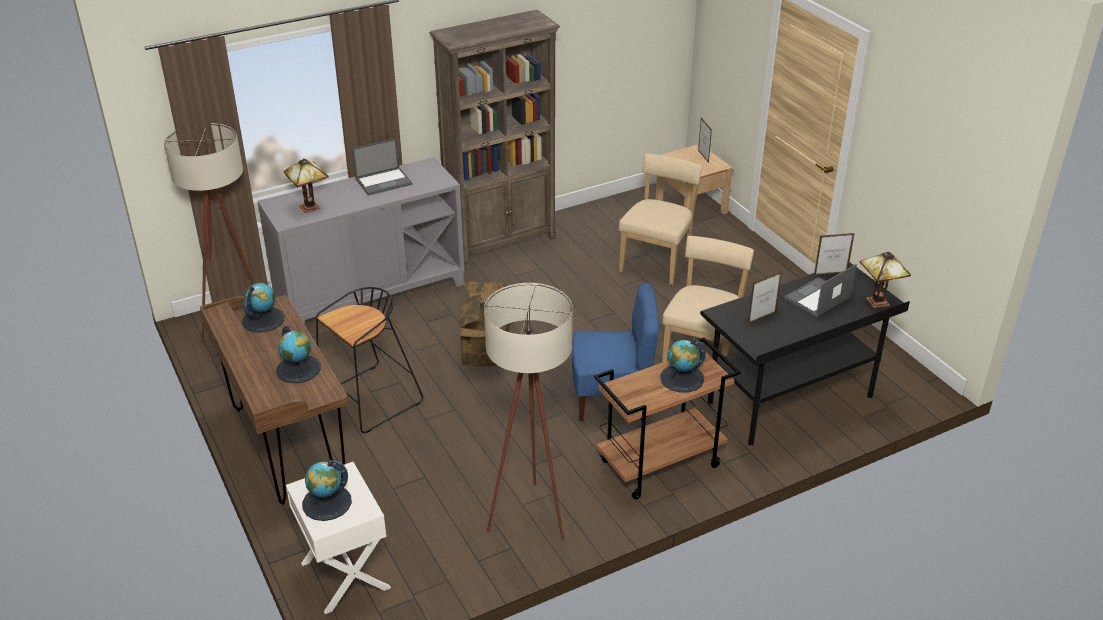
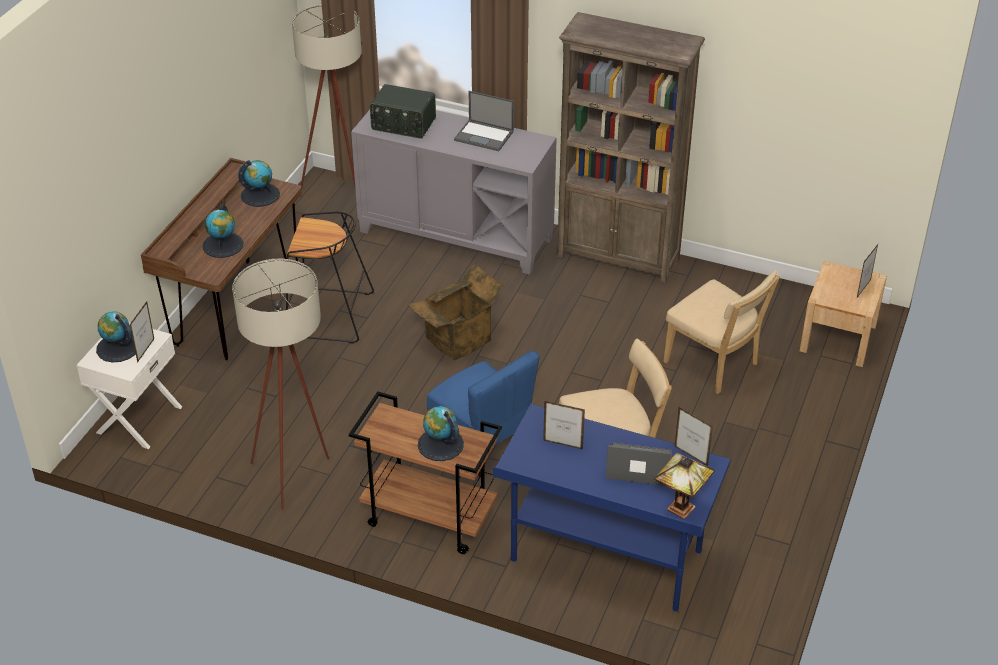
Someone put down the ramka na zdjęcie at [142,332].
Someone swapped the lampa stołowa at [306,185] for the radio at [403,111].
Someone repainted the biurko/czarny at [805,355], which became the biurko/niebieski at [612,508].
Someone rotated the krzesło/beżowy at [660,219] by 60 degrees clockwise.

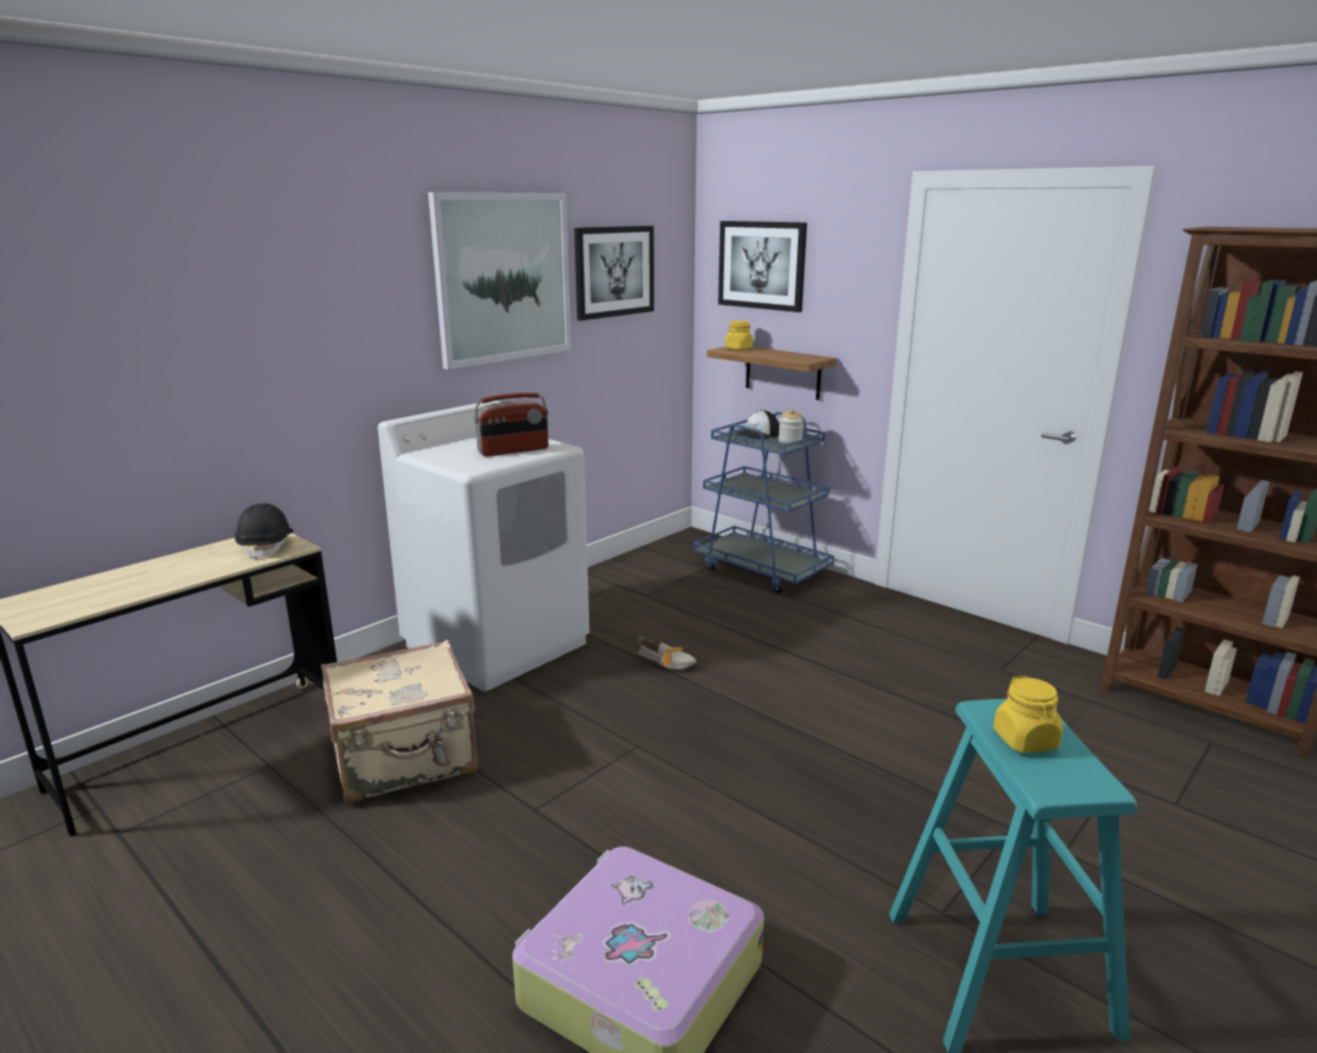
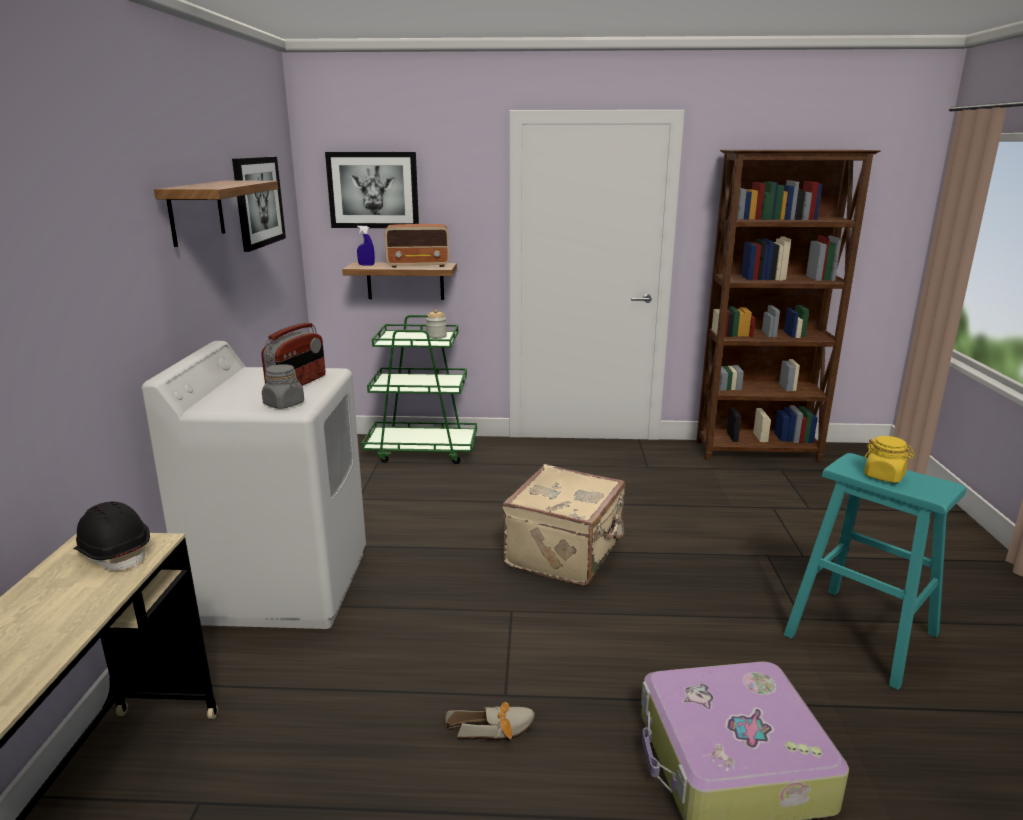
Someone swapped the obraz at [499,280] for the półka at [216,214].
Someone put down the słoik/szary at [283,386].
Someone swapped the słoik/żółty at [739,335] for the spryskiwacz/niebieski at [366,246].
Someone repainted the wózek/niebieski at [764,503], which became the wózek/zielony at [419,389].
Someone put down the radio at [417,246].
Someone carried the but from [667,653] to [490,721].
Someone carried the walizka/beżowy from [399,721] to [563,525].
Someone took away the czapka z daszkiem at [757,425].

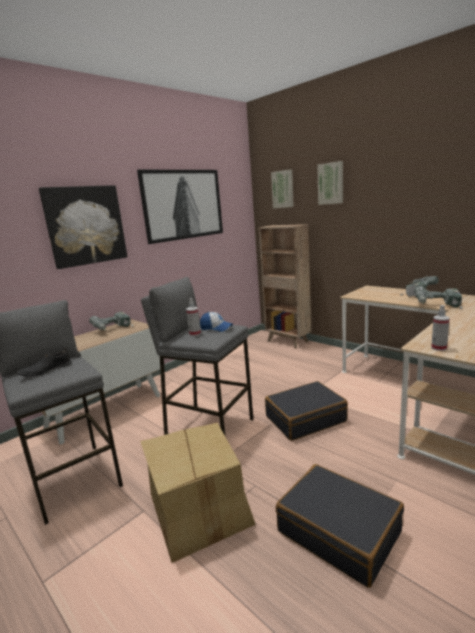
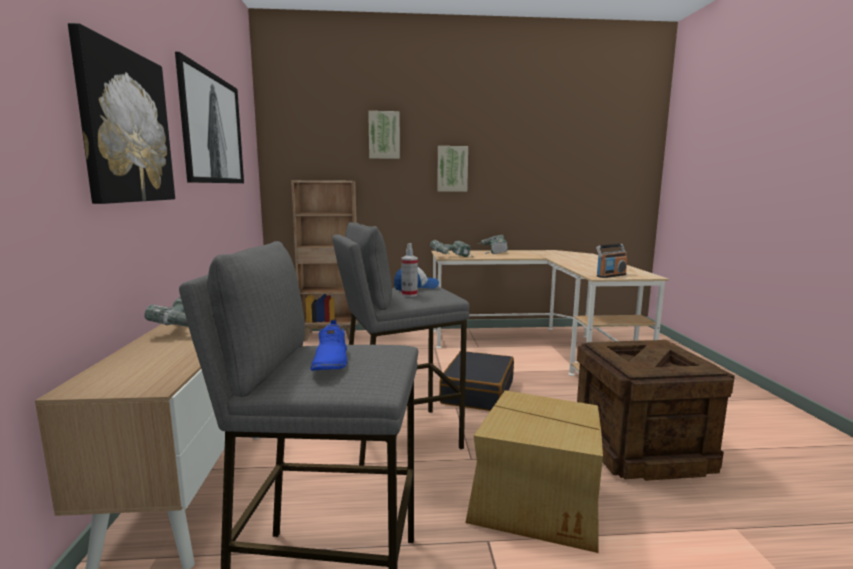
Someone repainted the but/czarny at [44,362], which became the but/niebieski at [328,345].
Someone carried the wiertarka from [438,297] to [451,248].
Someone carried the obraz from [282,188] to [452,169].
Someone swapped the walizka/czarny at [340,526] for the skrzynka at [656,410].
Someone swapped the spryskiwacz at [440,328] for the radio at [611,261].

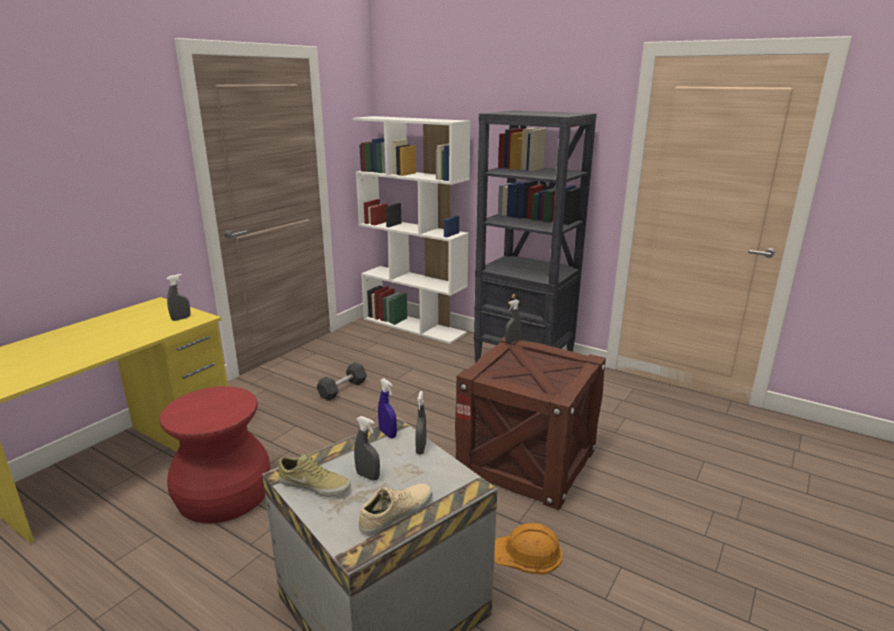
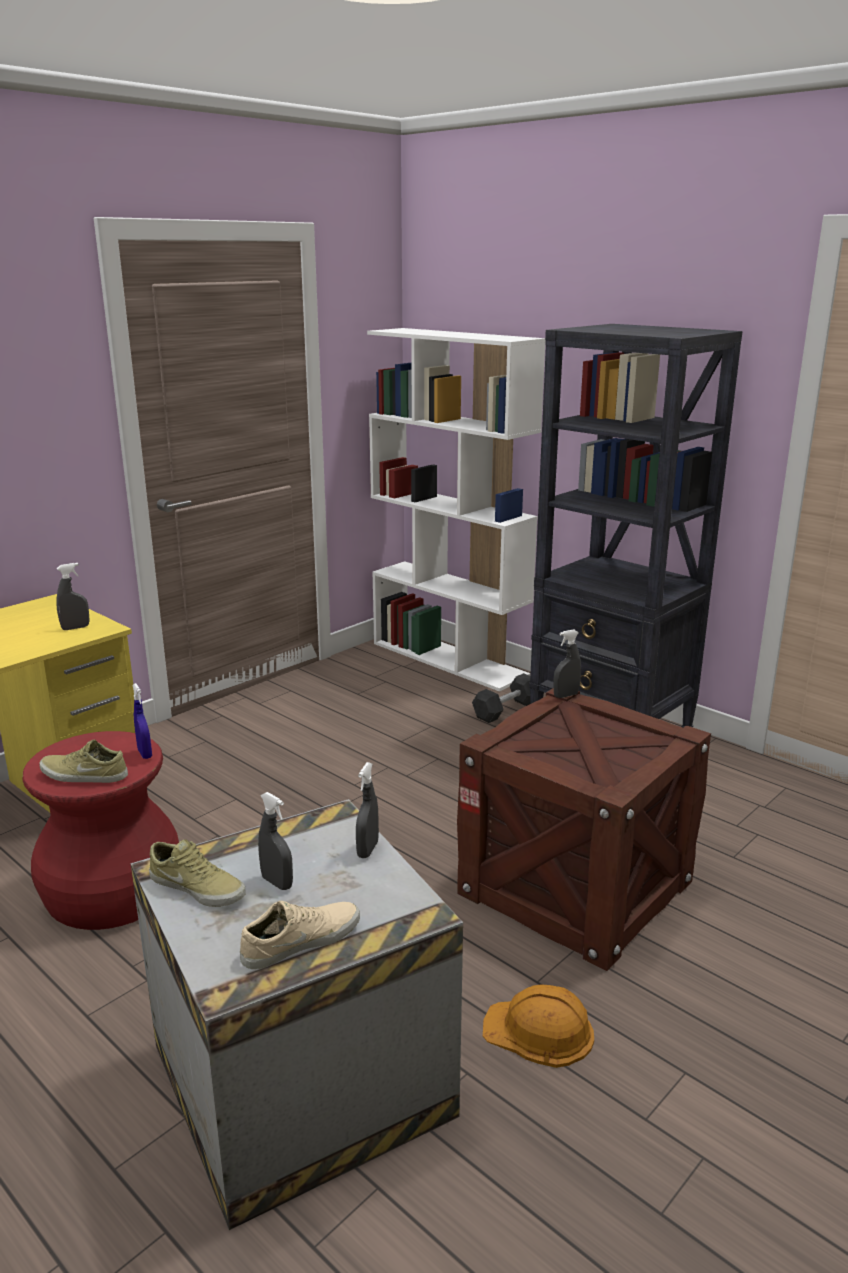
Someone put down the but/beżowy at [84,761].
Someone carried the spryskiwacz/niebieski from [387,408] to [142,721].
Someone carried the hantel/czarny from [342,381] to [501,698].

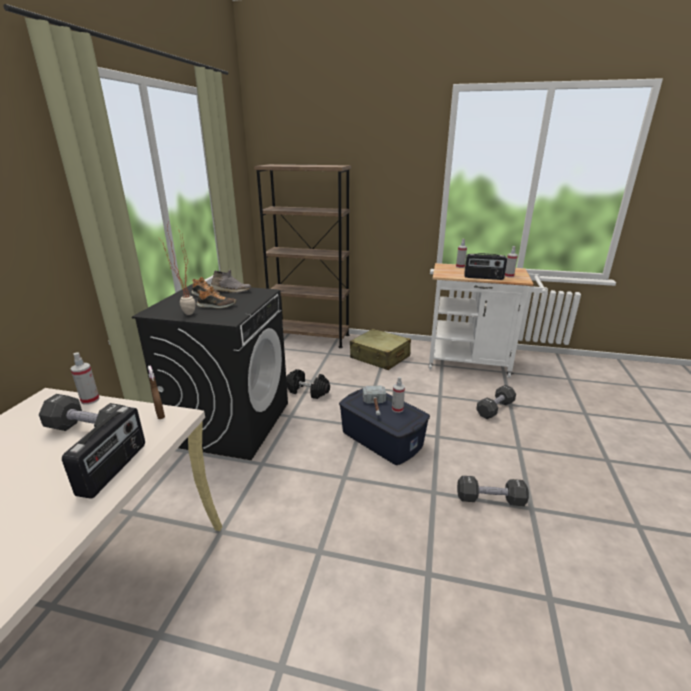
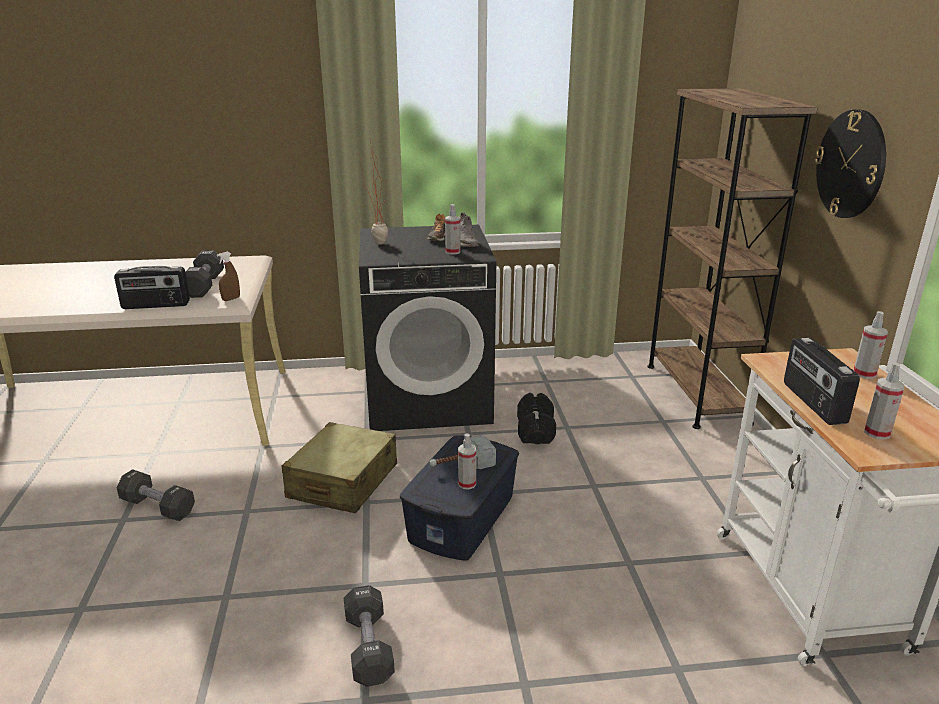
Someone carried the hantel/czarny from [496,402] to [156,495].
Someone carried the walizka/beżowy from [380,349] to [339,467].
Someone carried the spryskiwacz from [85,378] to [453,229].
Someone put up the zegar ścienny at [850,163].
Someone took away the but at [216,297].

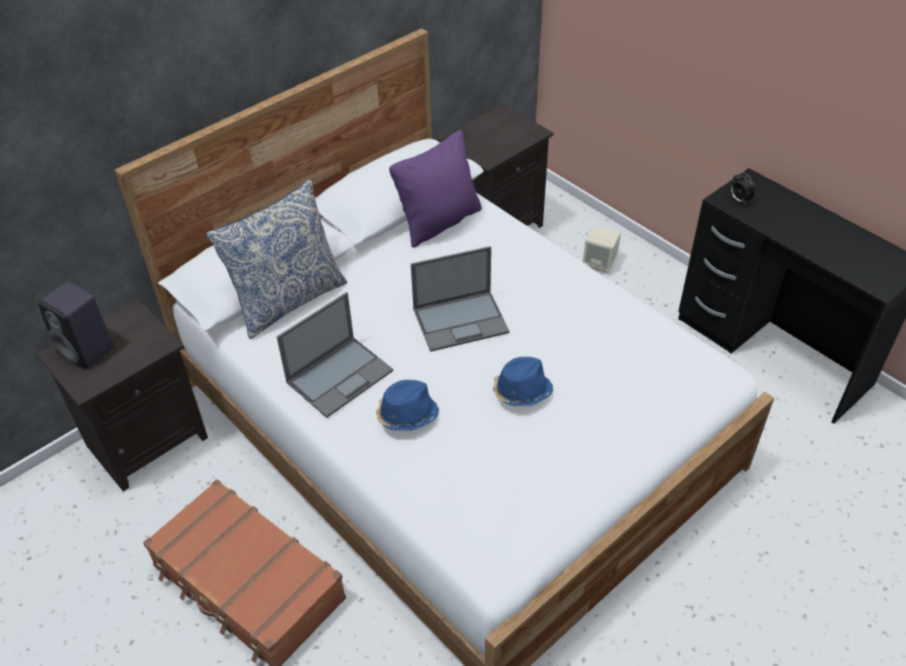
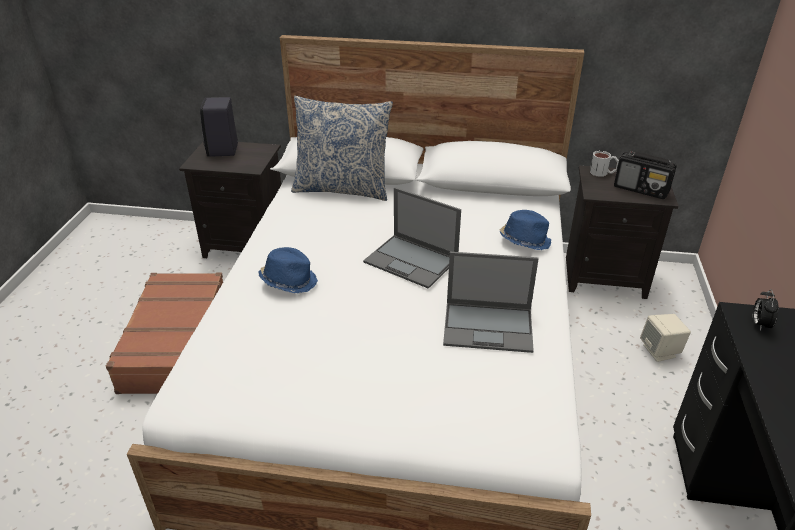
Someone carried the laptop from [334,355] to [491,302].
Someone carried the kapelusz/niebieski from [523,381] to [525,230].
Someone put down the kubek at [604,164].
Someone put down the radio at [645,175].
Someone took away the poduszka/fioletowy at [435,189].

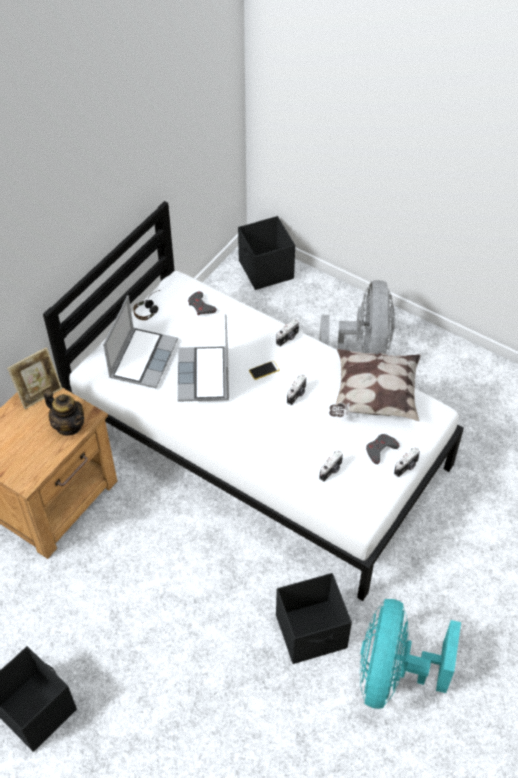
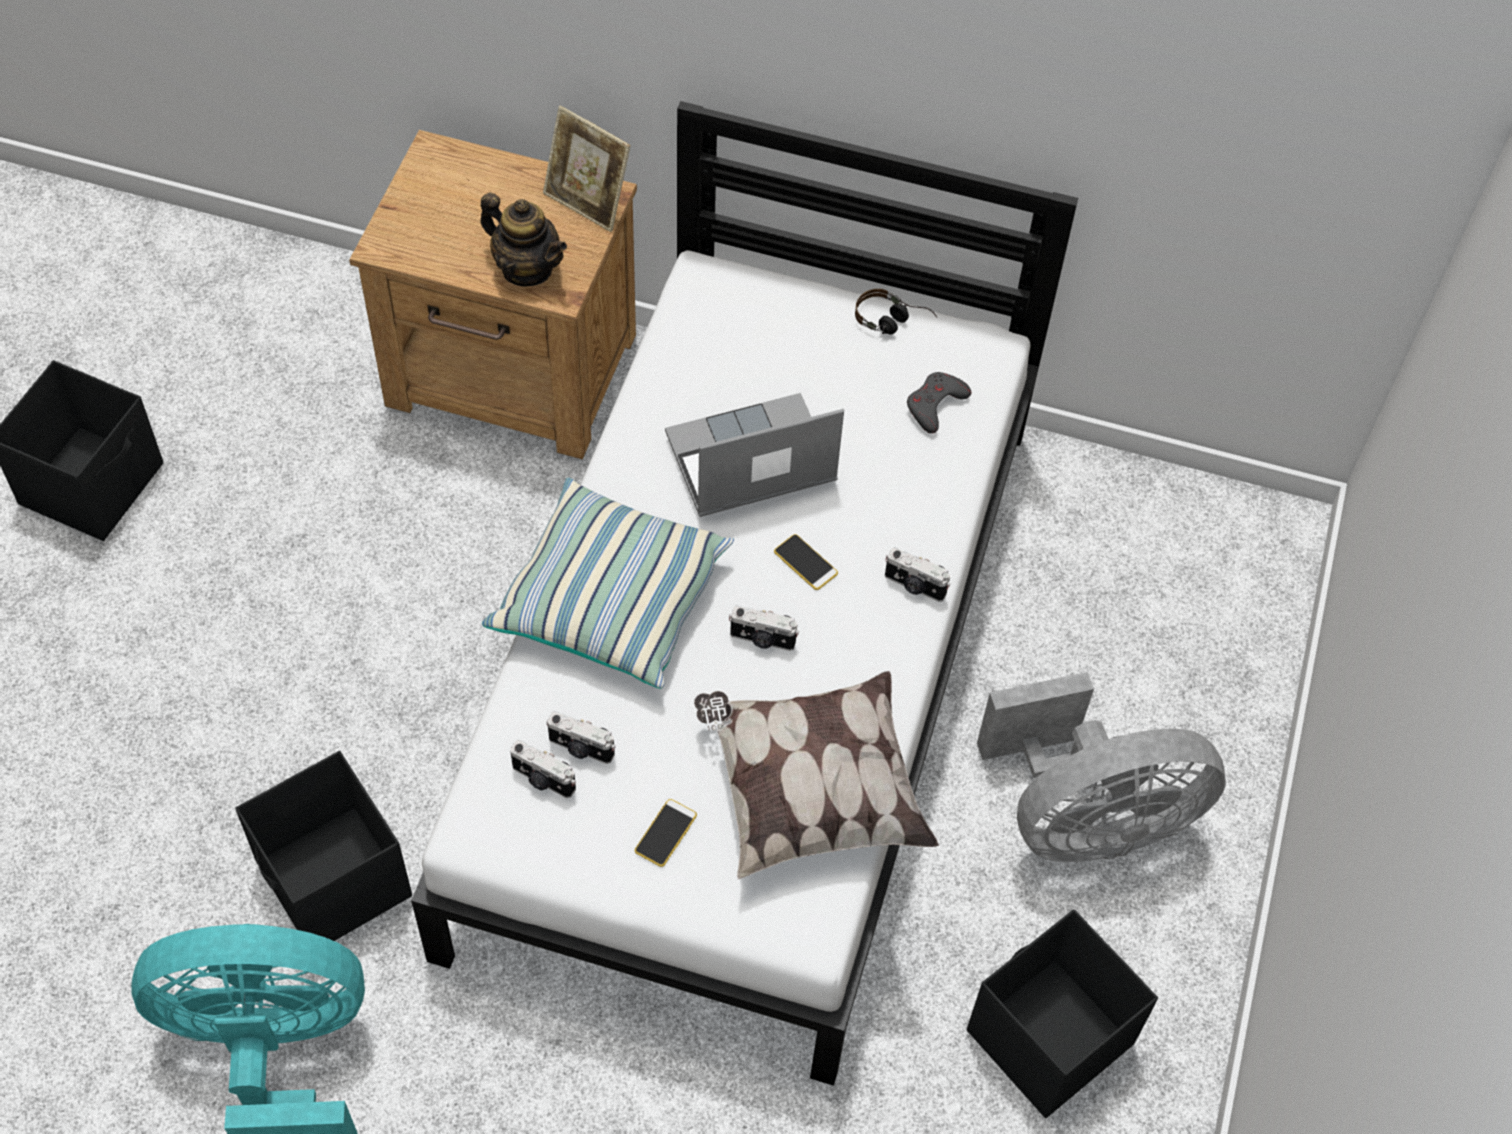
Someone rotated the imbryk at [64,413] by 75 degrees counterclockwise.
Someone put down the poduszka at [608,583].
Someone carried the aparat fotograficzny from [407,462] to [543,769].
Someone swapped the pad do gier/szary at [383,449] for the telefon at [666,833].
Someone carried the pojemnik do przechowywania/czarny from [266,253] to [1062,1013].
Someone took away the laptop at [140,341].

